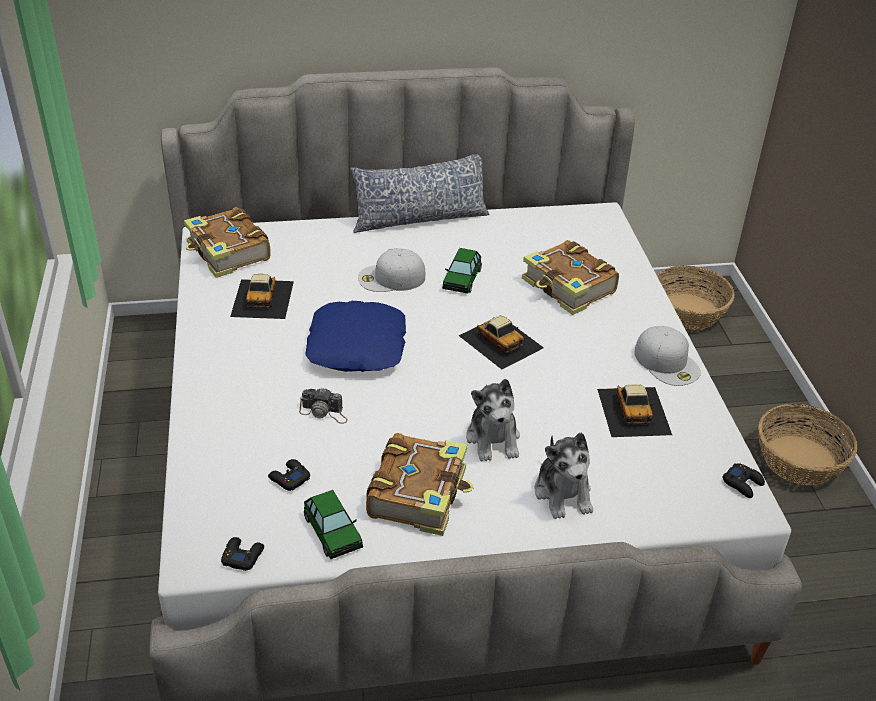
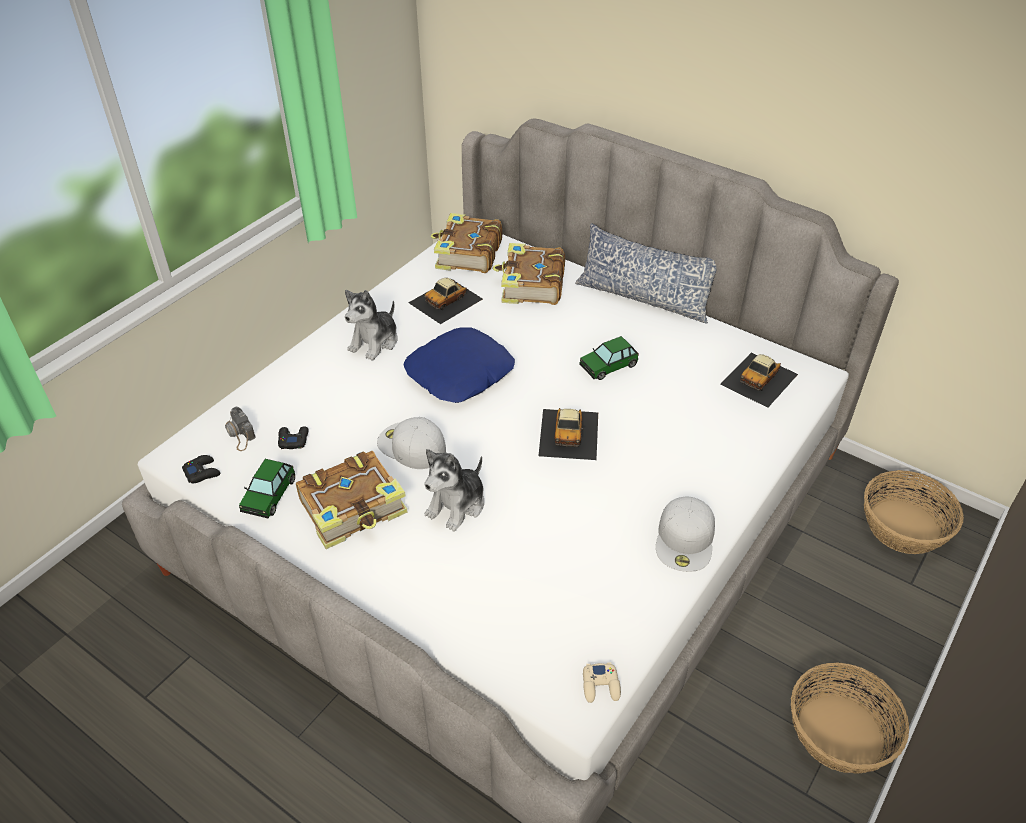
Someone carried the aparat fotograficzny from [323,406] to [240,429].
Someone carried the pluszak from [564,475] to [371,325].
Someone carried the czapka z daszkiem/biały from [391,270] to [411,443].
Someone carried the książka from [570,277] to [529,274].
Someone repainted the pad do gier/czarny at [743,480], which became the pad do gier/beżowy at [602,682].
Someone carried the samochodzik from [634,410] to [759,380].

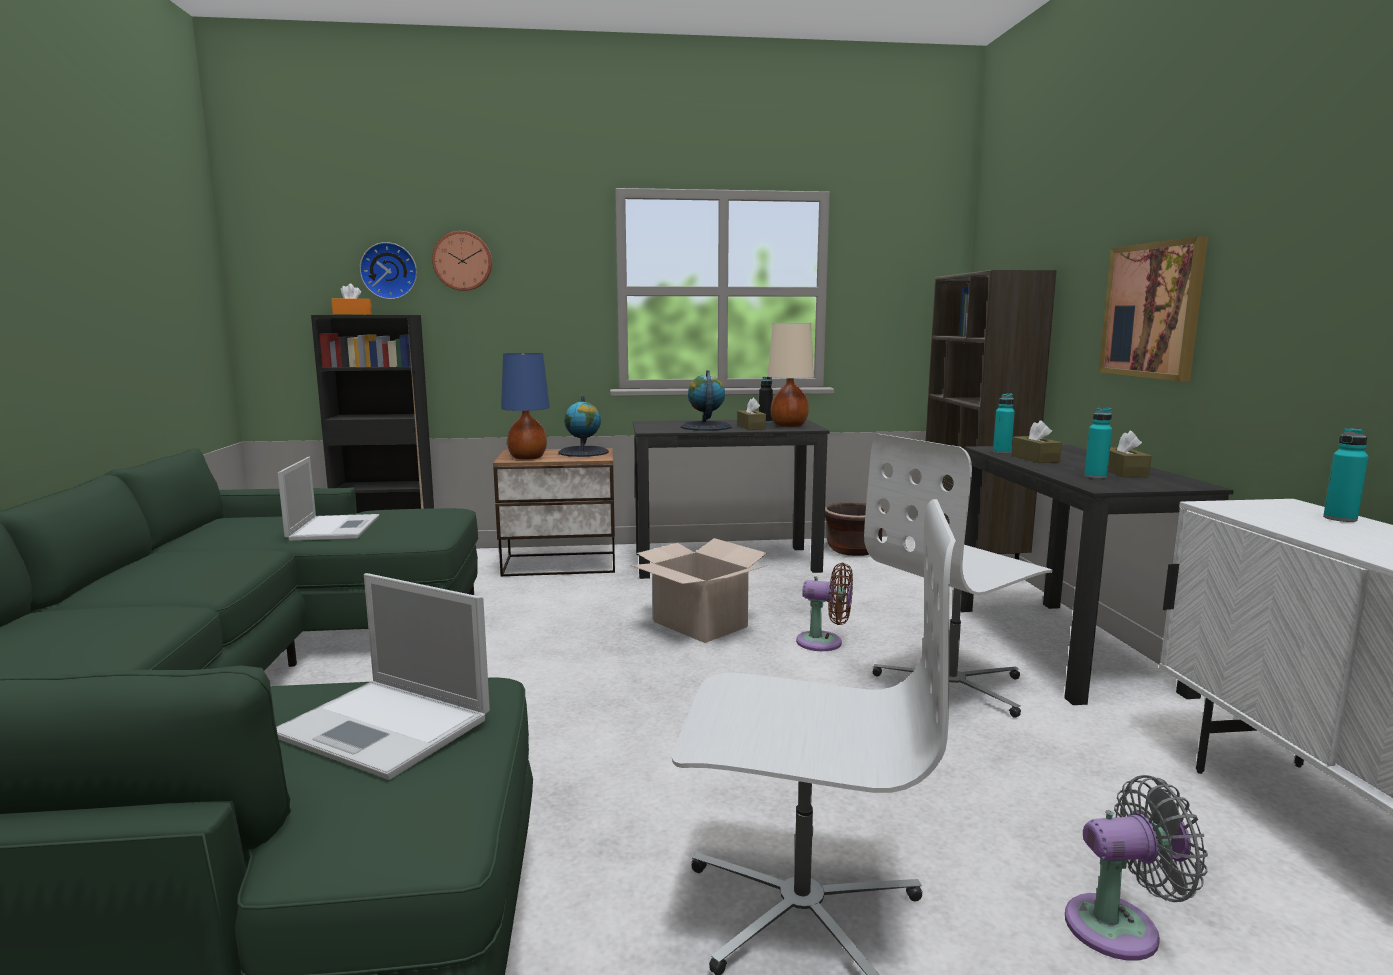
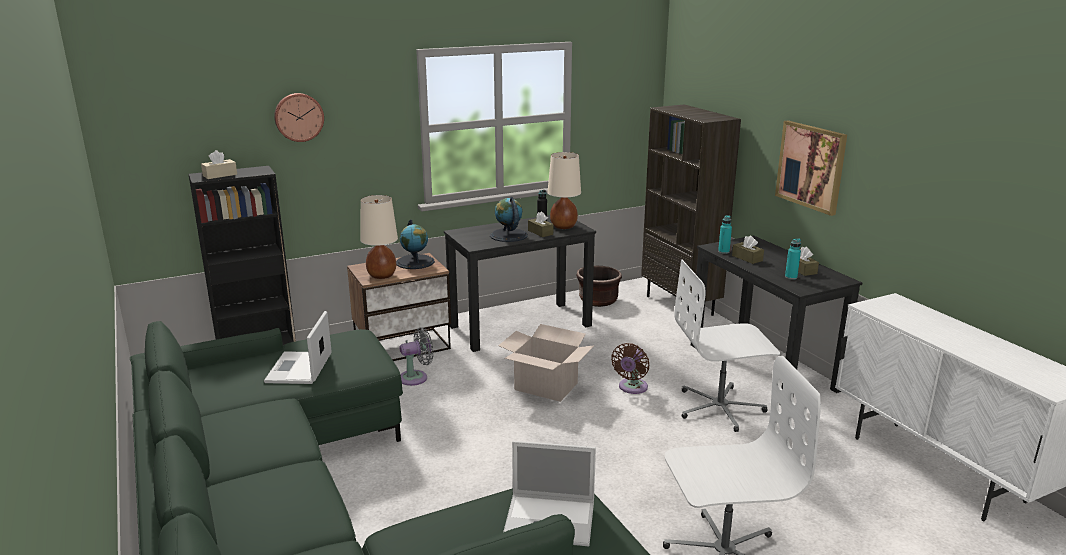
Someone repainted the pudełko chusteczek/pomarańczowy at [351,299], which became the pudełko chusteczek/beżowy at [219,164].
Someone rotated the laptop at [328,499] by 150 degrees counterclockwise.
Someone repainted the lampa stołowa/niebieski at [525,406], which became the lampa stołowa/beżowy at [379,237].
Someone carried the wentylator/szary from [1136,868] to [416,356].
Someone rotated the wentylator/brązowy at [824,607] by 120 degrees clockwise.
Someone rotated the krzesło biurowe/biały at [958,576] by 45 degrees clockwise.
Someone took away the zegar ścienny at [388,271].
Someone took away the butelka/turkusowy at [1345,475].

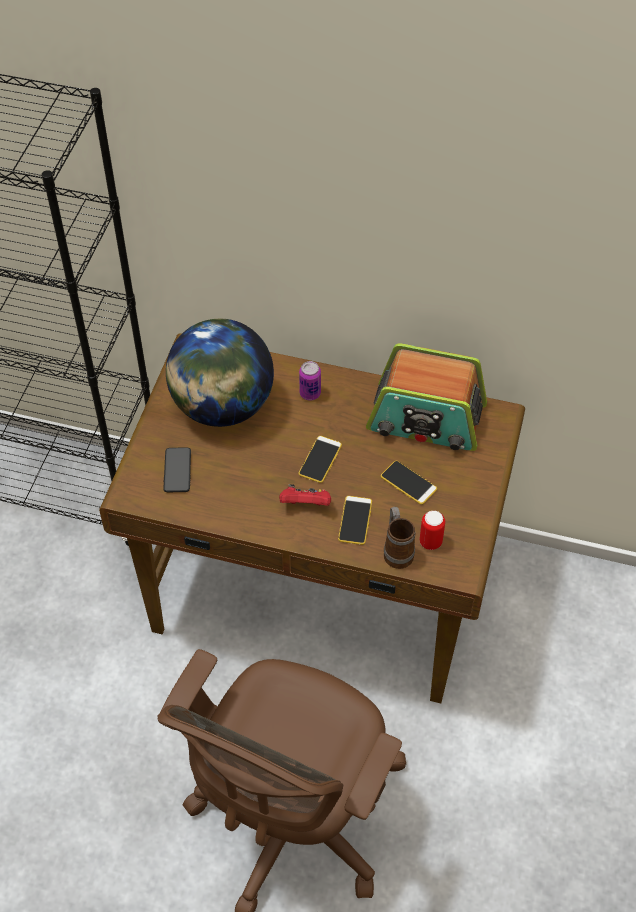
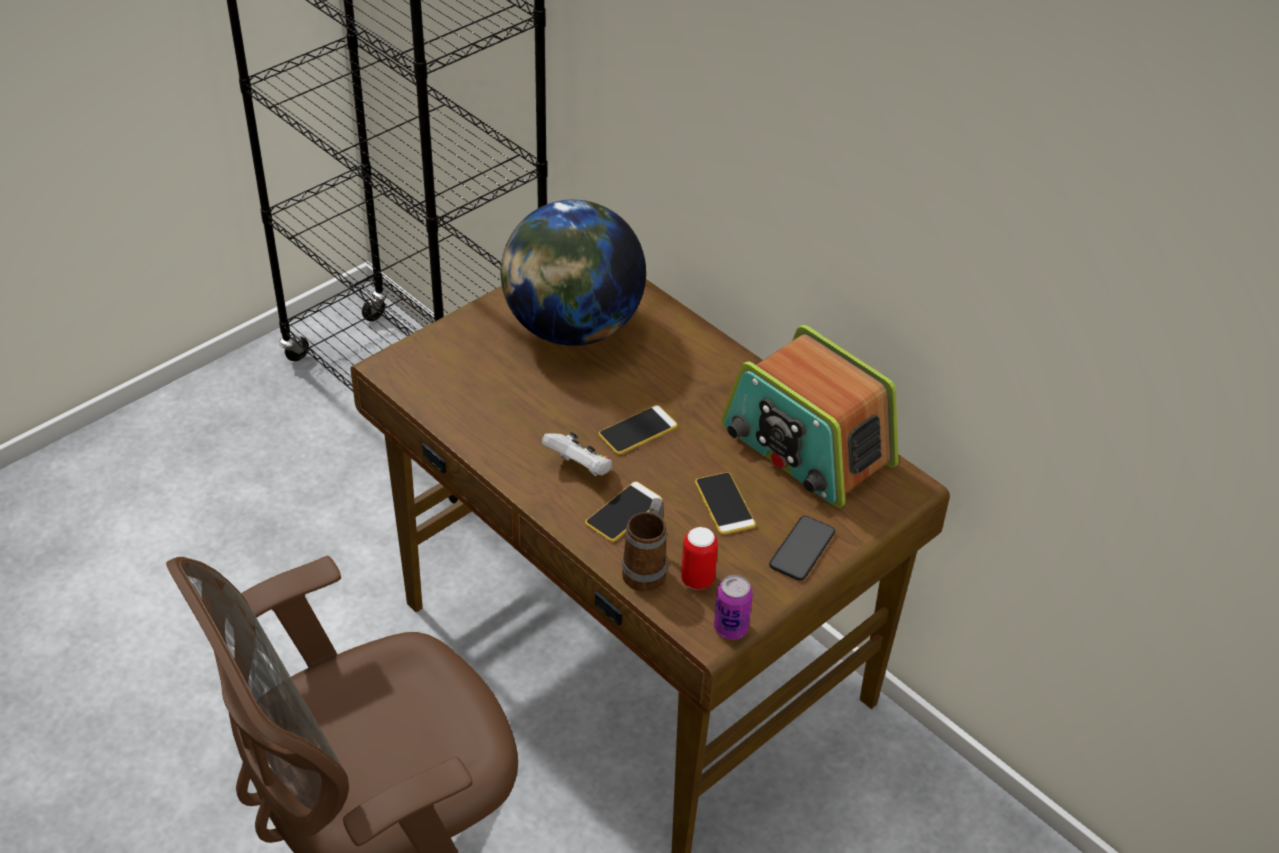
Someone repainted the pad do gier/czerwony at [305,495], which became the pad do gier/biały at [577,454].
Someone carried the puszka from [310,381] to [733,607].
Someone carried the telefon from [177,469] to [802,548].

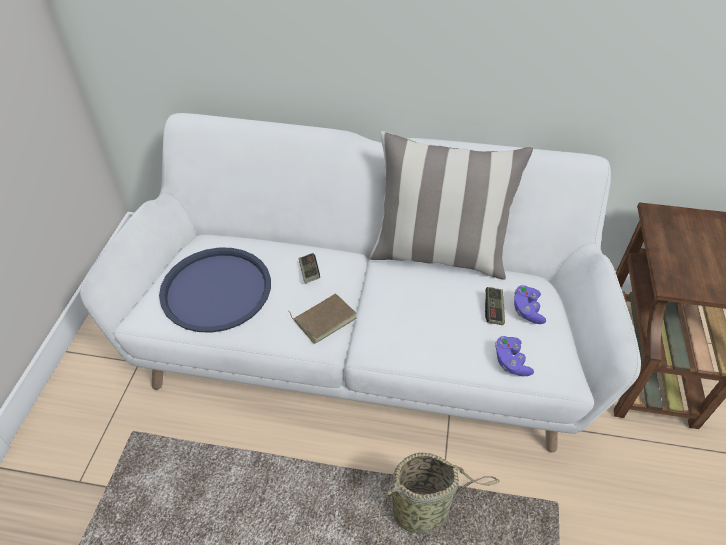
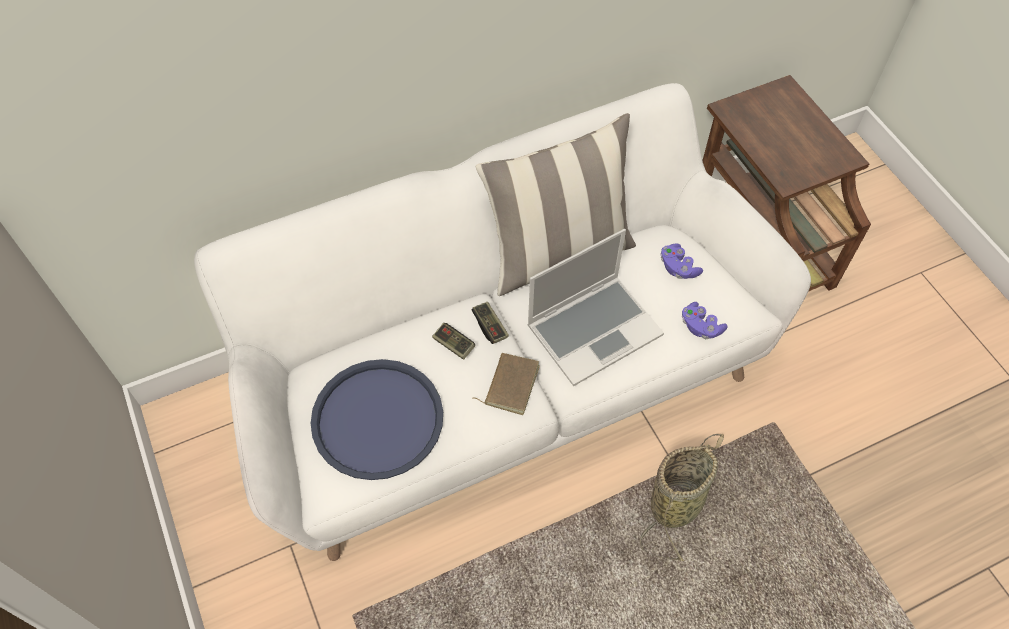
Someone carried the pad do gier from [495,306] to [490,323].
Someone put down the laptop at [595,307].

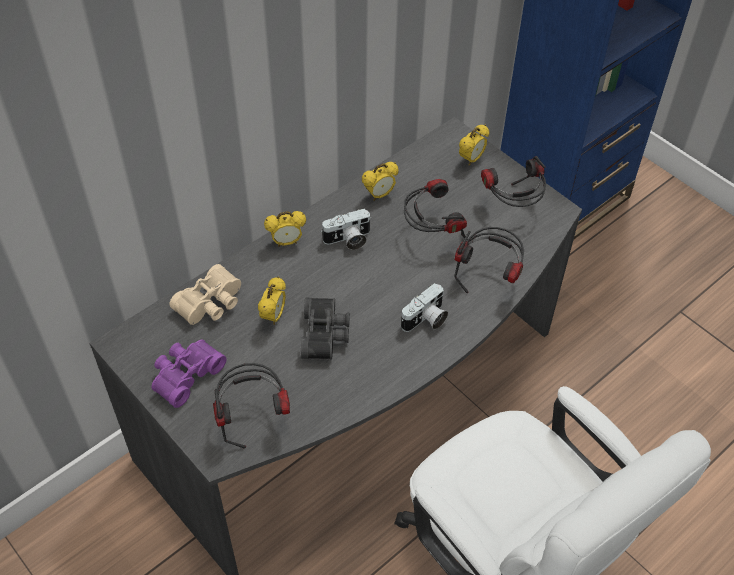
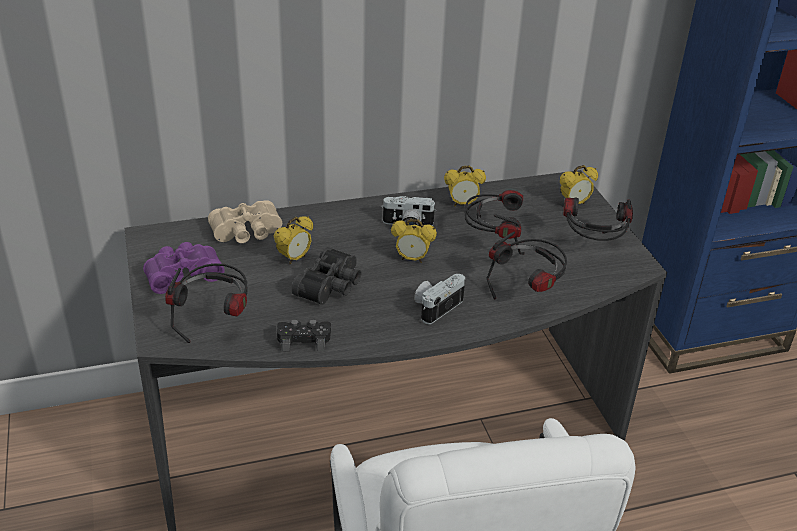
Someone put down the pad do gier/czarny at [304,335].
Someone carried the budzik from [285,229] to [414,241].
Someone rotated the aparat fotograficzny at [424,307] by 150 degrees clockwise.

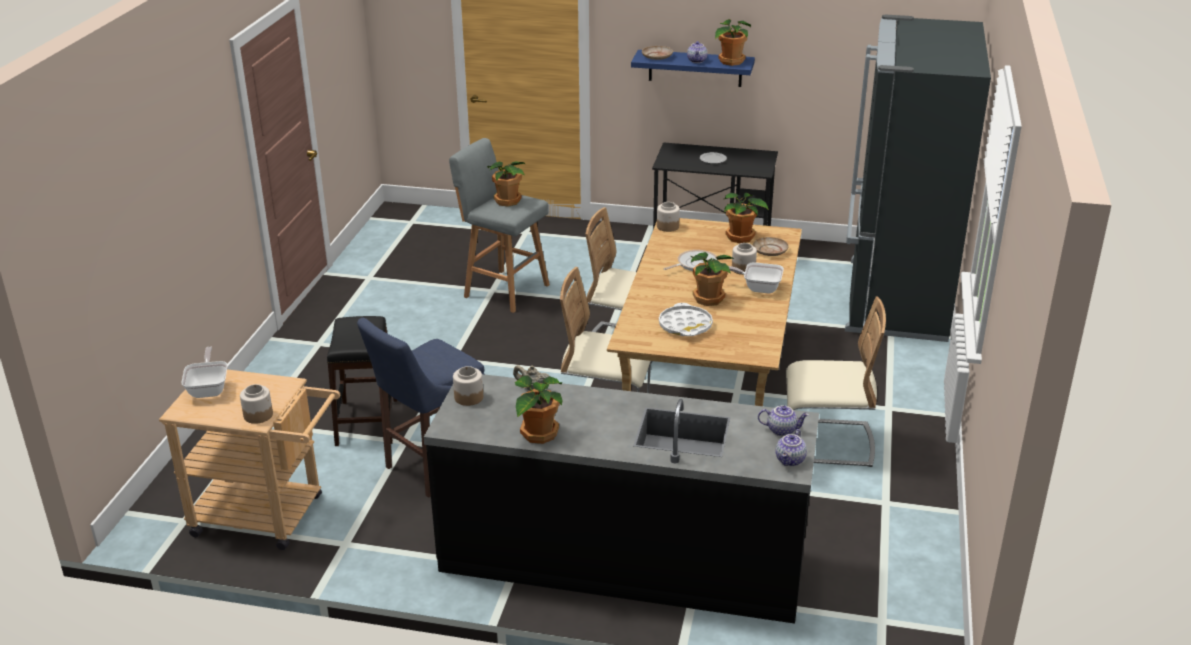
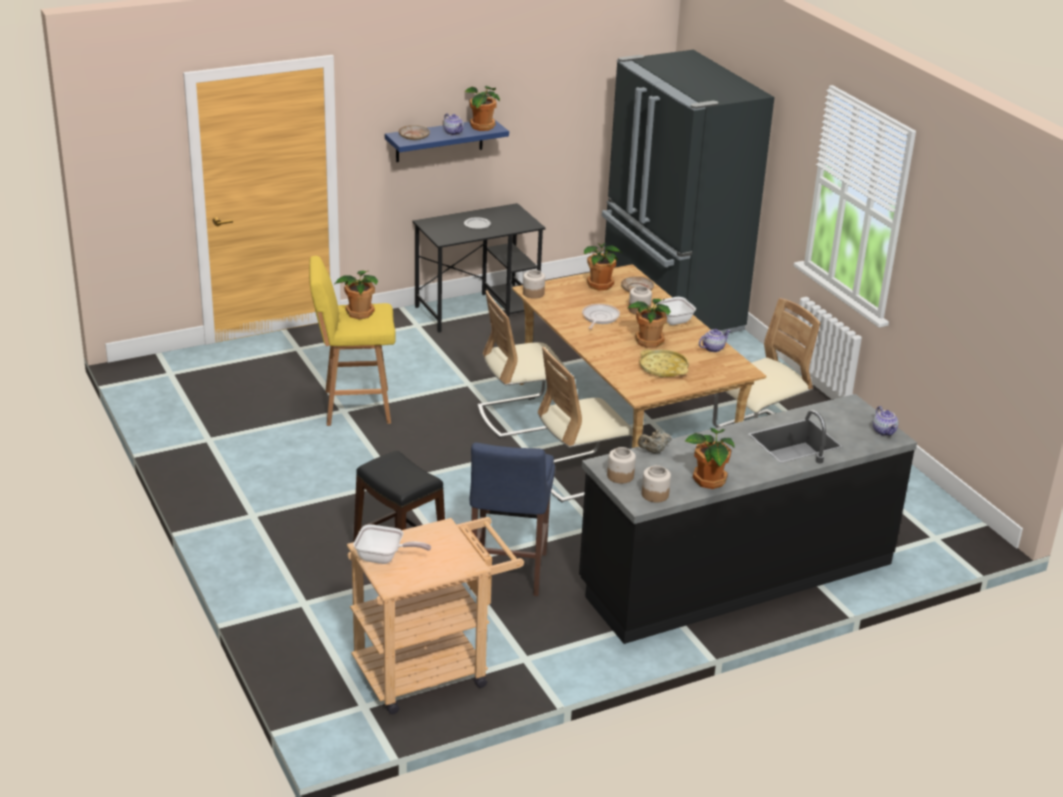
Someone repainted the stołek/szary at [499,225], which became the stołek/żółty at [352,341].
Someone rotated the patelnia at [204,372] by 150 degrees clockwise.
Someone repainted the taca/biały at [686,319], which became the taca/żółty at [664,364].
Someone carried the słoik from [256,404] to [656,484].
Someone carried the imbryk from [783,420] to [715,340].

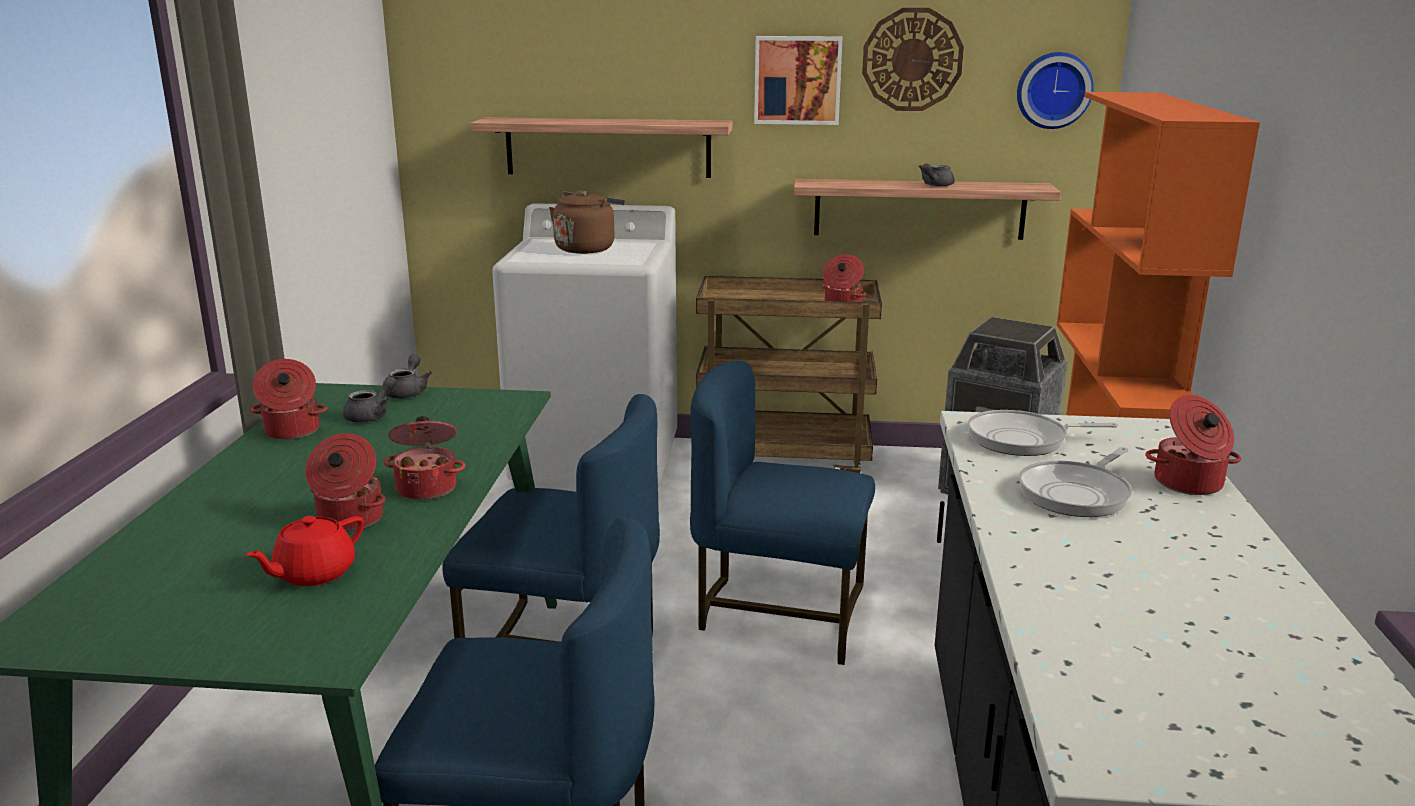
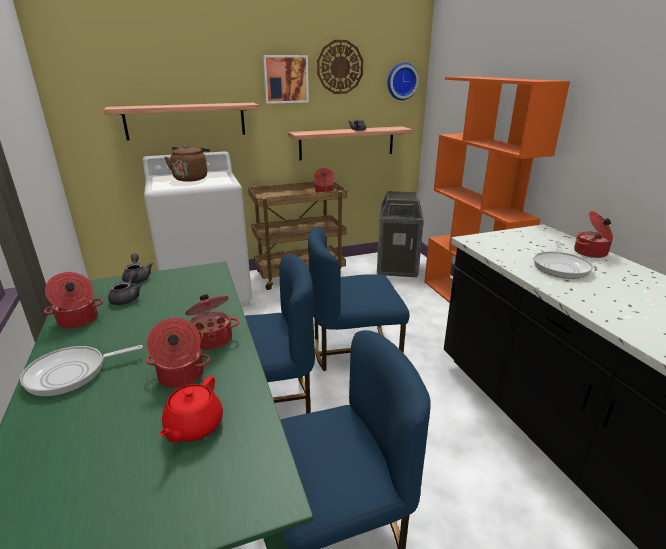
Someone carried the patelnia from [1043,433] to [81,370].

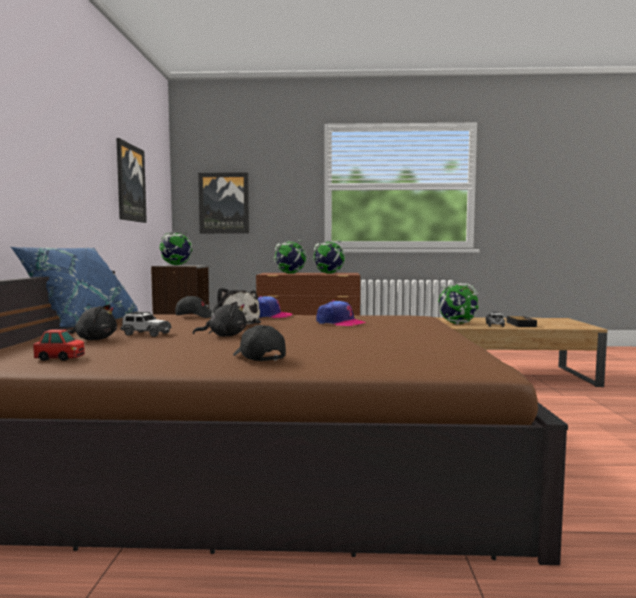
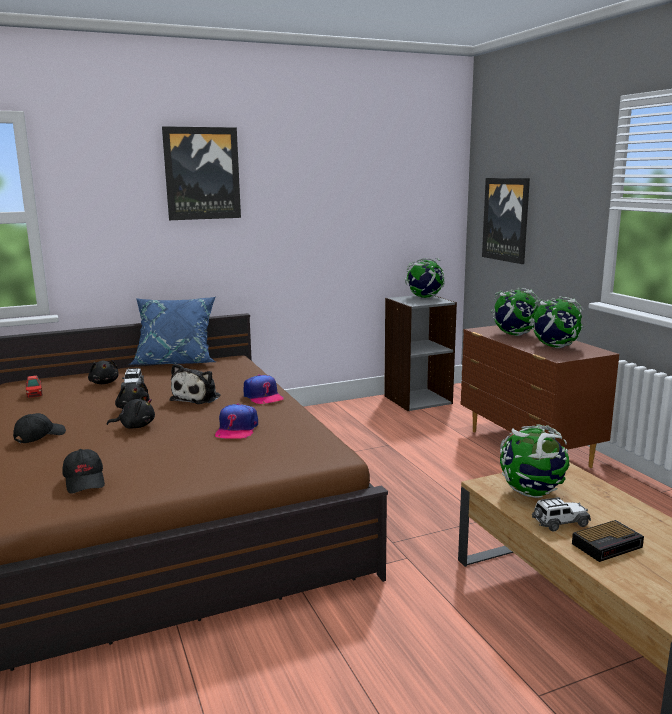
Someone carried the czapka z daszkiem/czarny from [194,307] to [83,471].
Someone put down the pluszak/czarny at [131,411].
Someone carried the obraz from [131,180] to [201,173].

